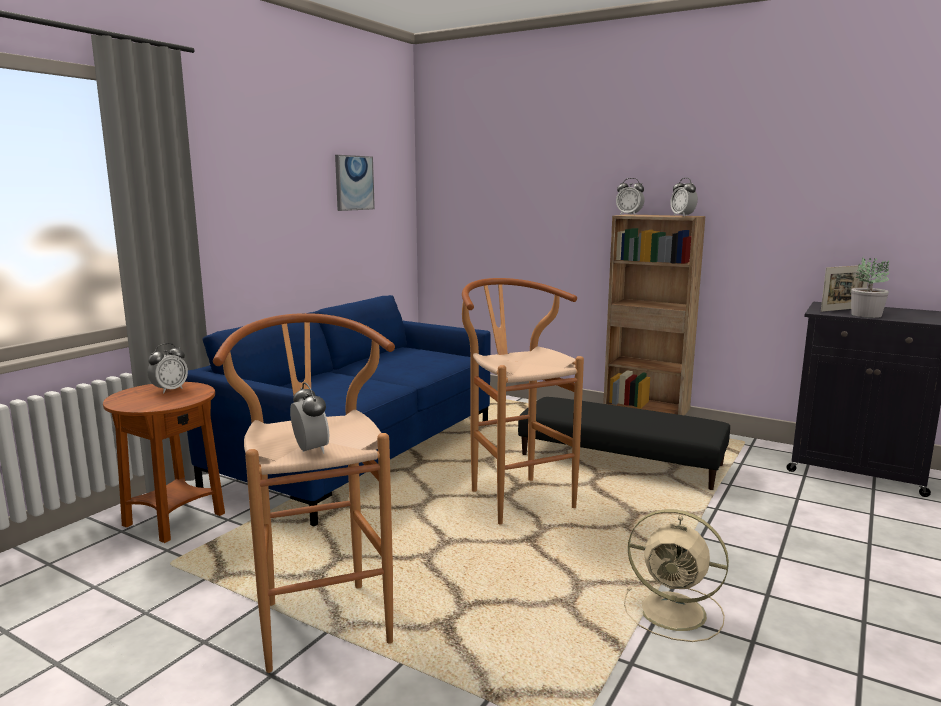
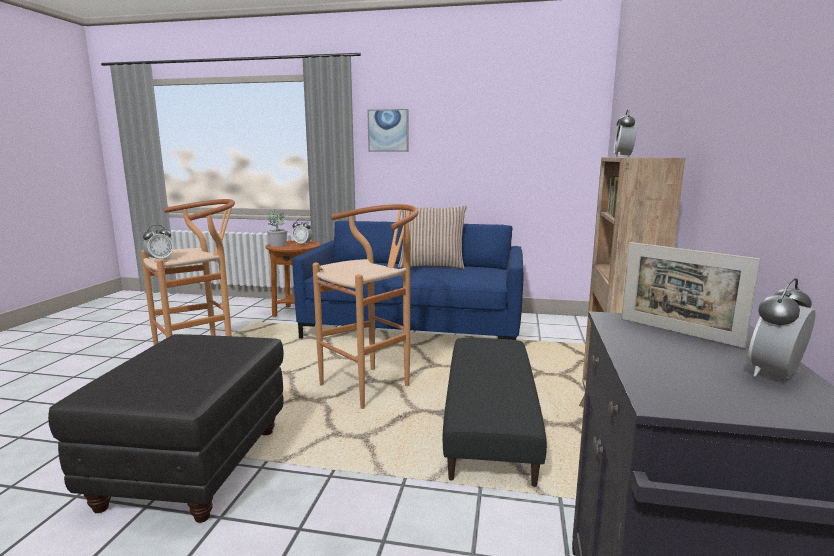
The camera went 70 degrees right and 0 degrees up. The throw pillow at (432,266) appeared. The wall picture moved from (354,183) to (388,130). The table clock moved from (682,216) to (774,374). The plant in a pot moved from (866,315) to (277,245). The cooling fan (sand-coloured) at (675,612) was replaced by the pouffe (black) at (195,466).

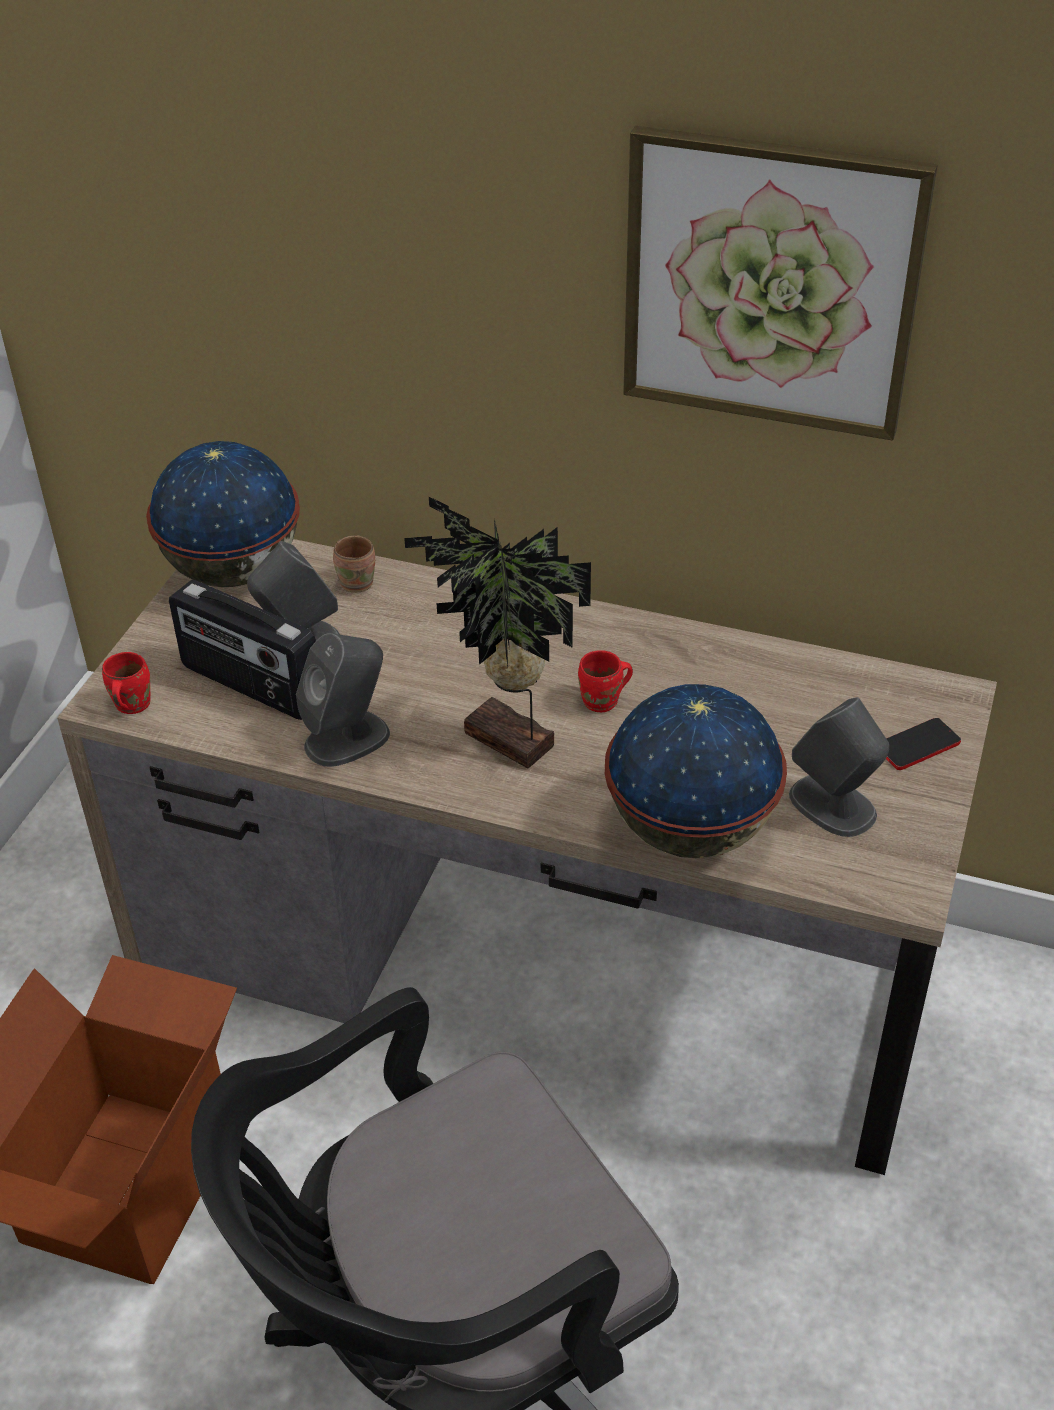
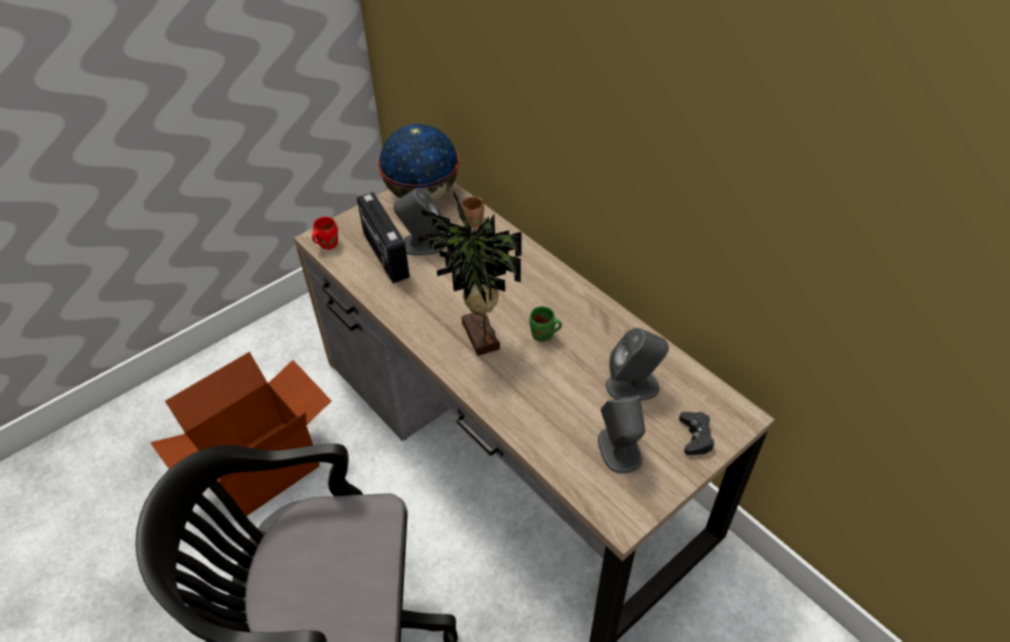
The camera went 30 degrees right and 5 degrees up. The desk globe at (691,830) disappeared. The wall picture at (770,284) disappeared. The speaker (greyish) moved from (348,739) to (633,386). The handset at (917,745) was replaced by the gamepad (black) at (695,436). The mug (reddish) at (603,702) became the mug (greenish) at (543,336).

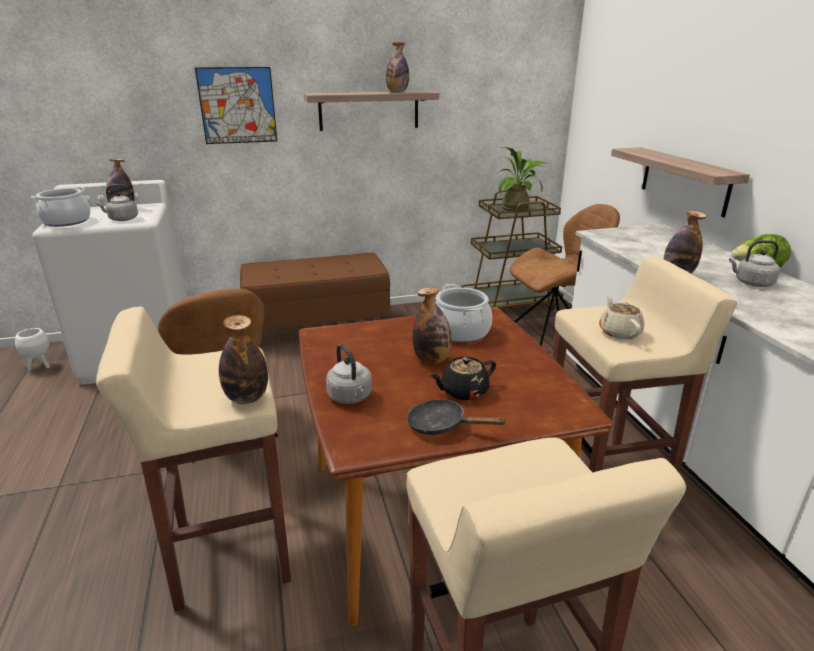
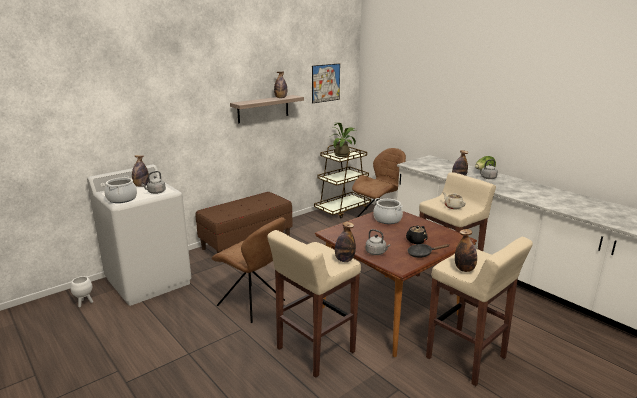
The camera went 25 degrees left and 5 degrees down. The shelf at (684,180) disappeared. The wall picture moved from (237,105) to (325,83). The drink bottle moved from (432,360) to (464,269).

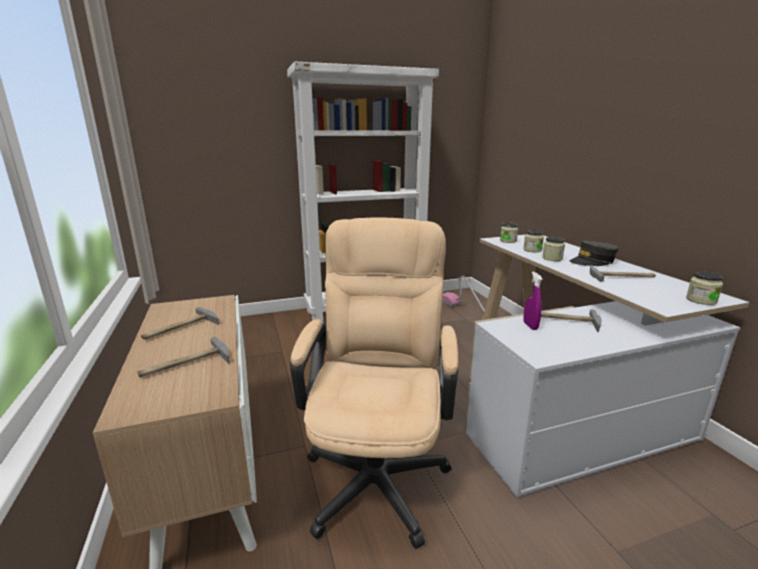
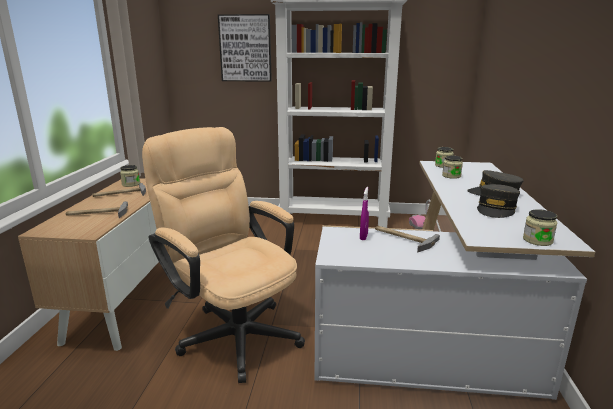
The camera went 25 degrees right and 0 degrees up. The wall picture at (245,48) appeared. The jar moved from (552,258) to (131,184). The hammer at (621,276) was replaced by the peaked cap (greyish) at (496,209). The computer chair (sand-coloured) at (378,469) turned 75 degrees counterclockwise.

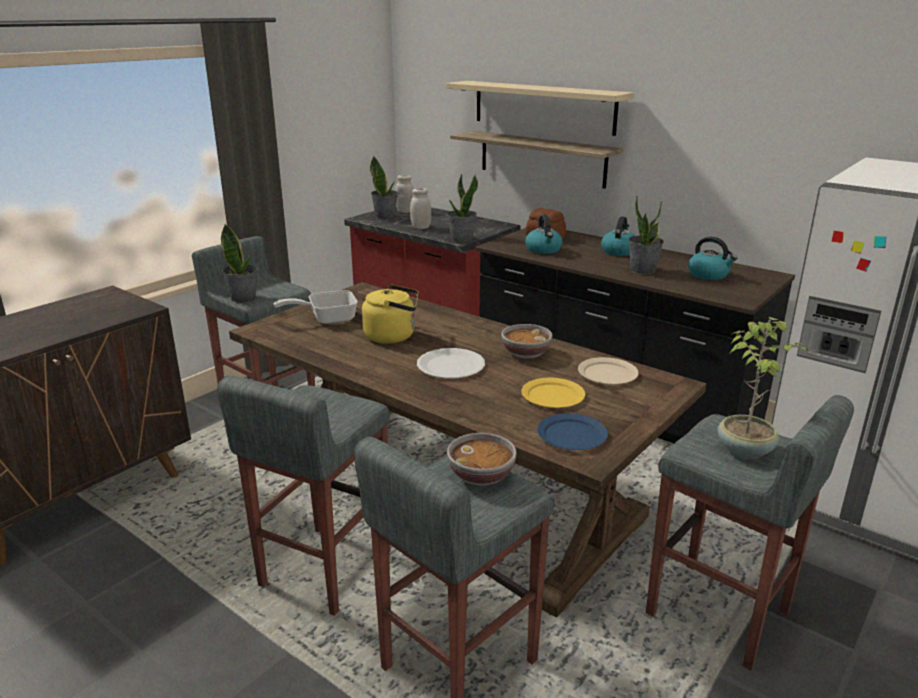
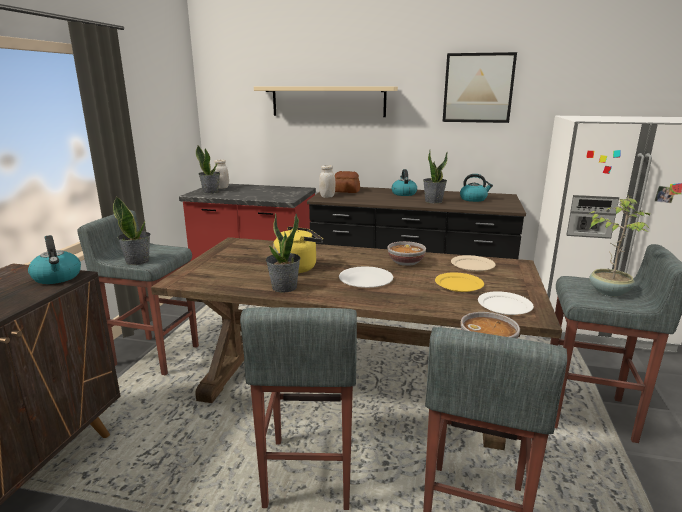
The camera went 25 degrees left and 5 degrees down. The skillet at (326,319) disappeared. The shelf at (542,158) disappeared. The wall picture at (478,88) appeared. The jar (white-coloured) moved from (421,227) to (327,196). The plant in a pot moved from (461,240) to (284,287). The kettle moved from (543,250) to (57,277). The dinner plate (blue) at (571,435) became the dinner plate (white-coloured) at (504,305).

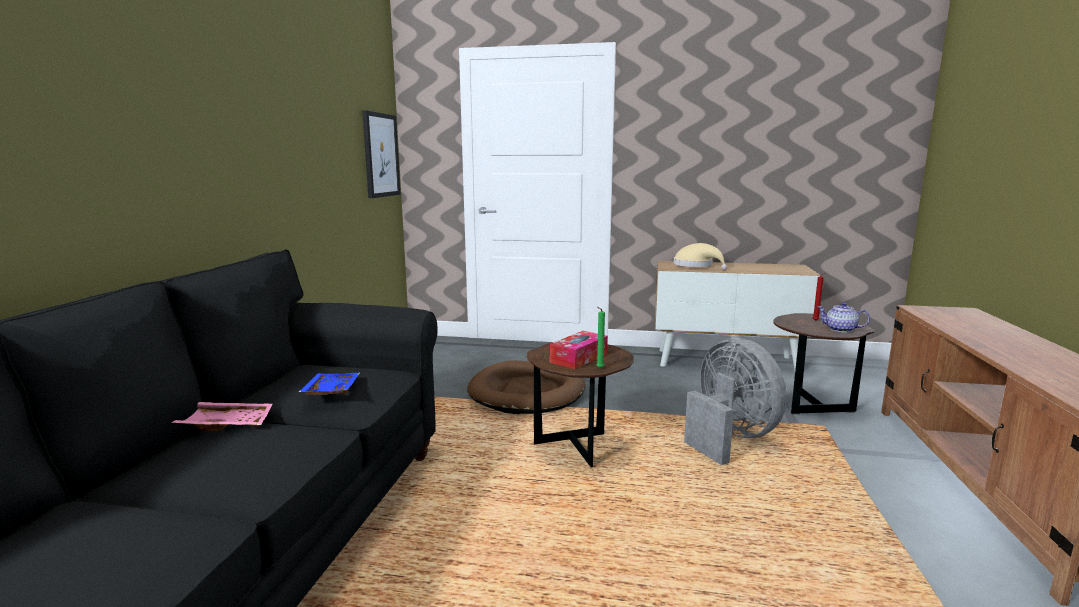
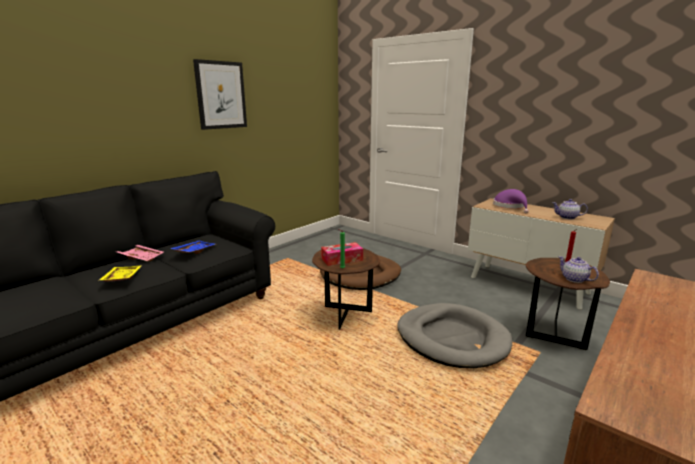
The camera went 30 degrees right and 5 degrees up. The tray (yellowish) at (121,278) appeared. The tea pot at (567,217) appeared. The wall picture moved from (380,155) to (221,95). The cooling fan (greyish) at (729,438) was replaced by the pet bed (greyish) at (452,338). The wearable hat (sand-coloured) at (696,266) became the wearable hat (purplish) at (510,206).

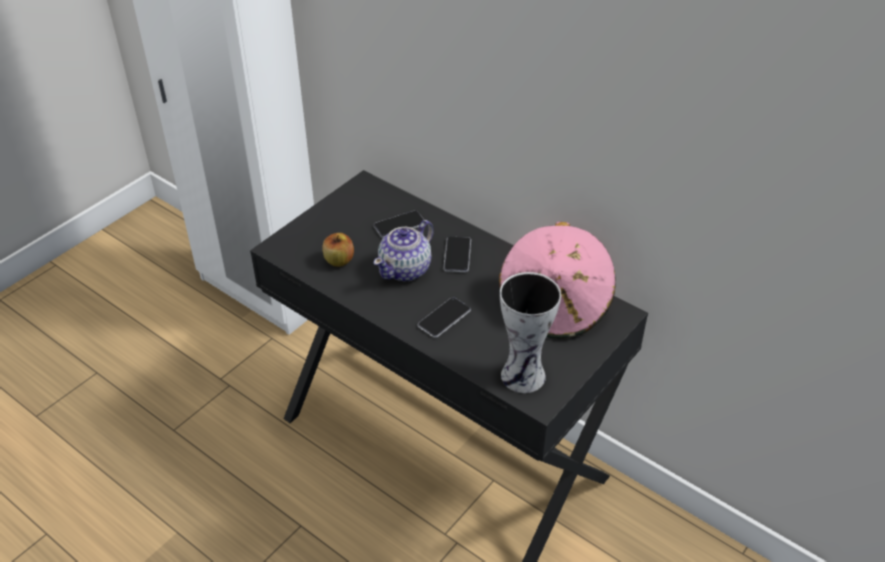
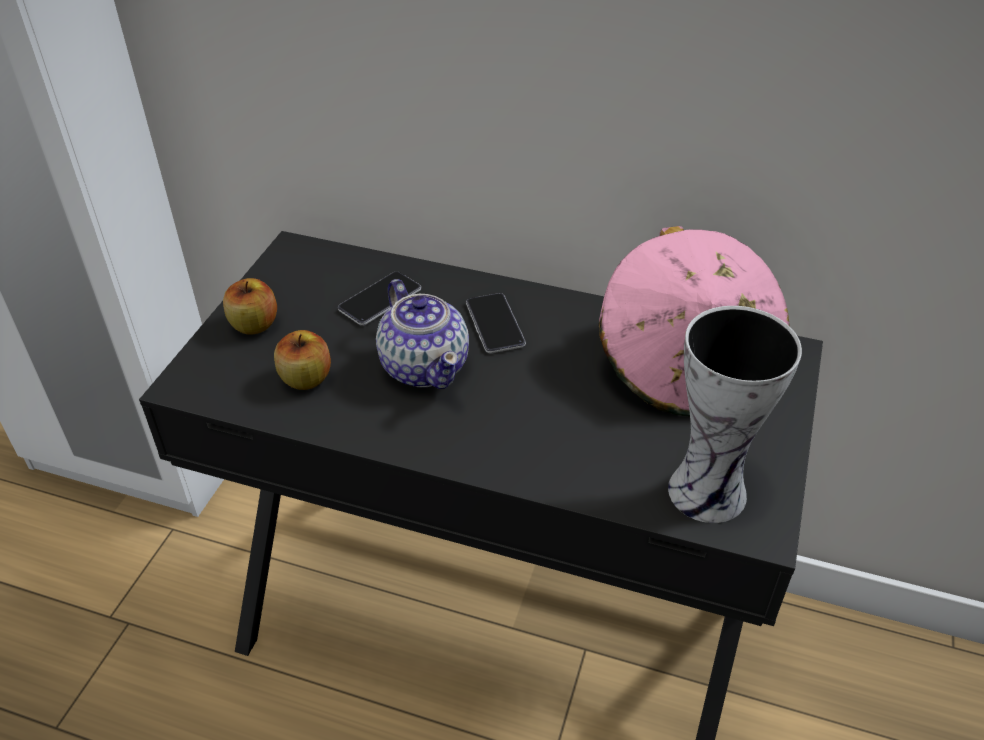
The camera went 20 degrees left and 0 degrees up. The handset at (444,318) disappeared. The apple at (254,325) appeared. The tea pot at (406,269) turned 45 degrees counterclockwise.

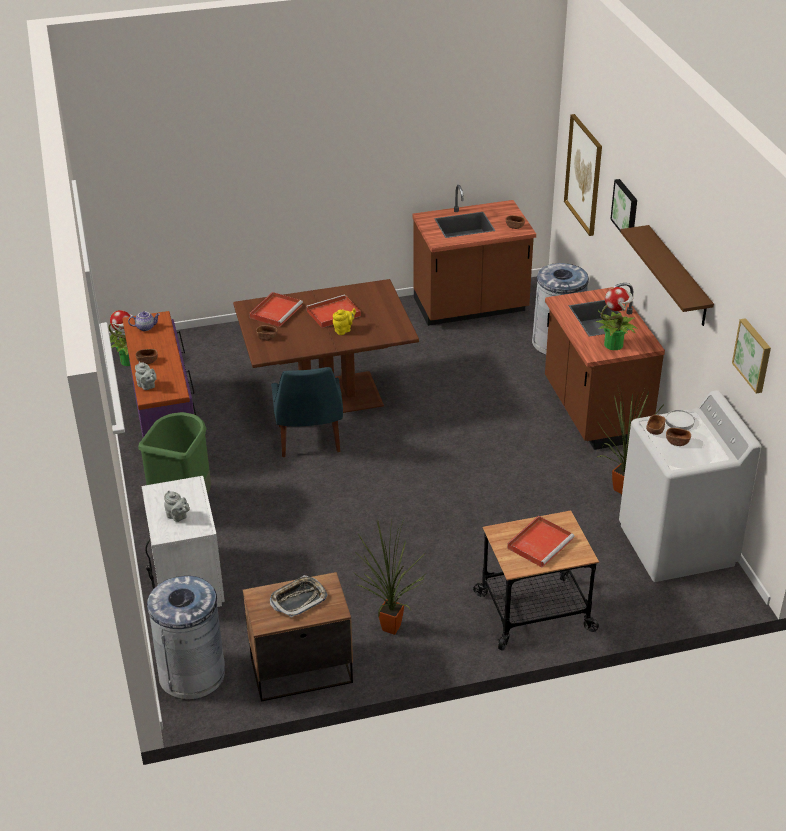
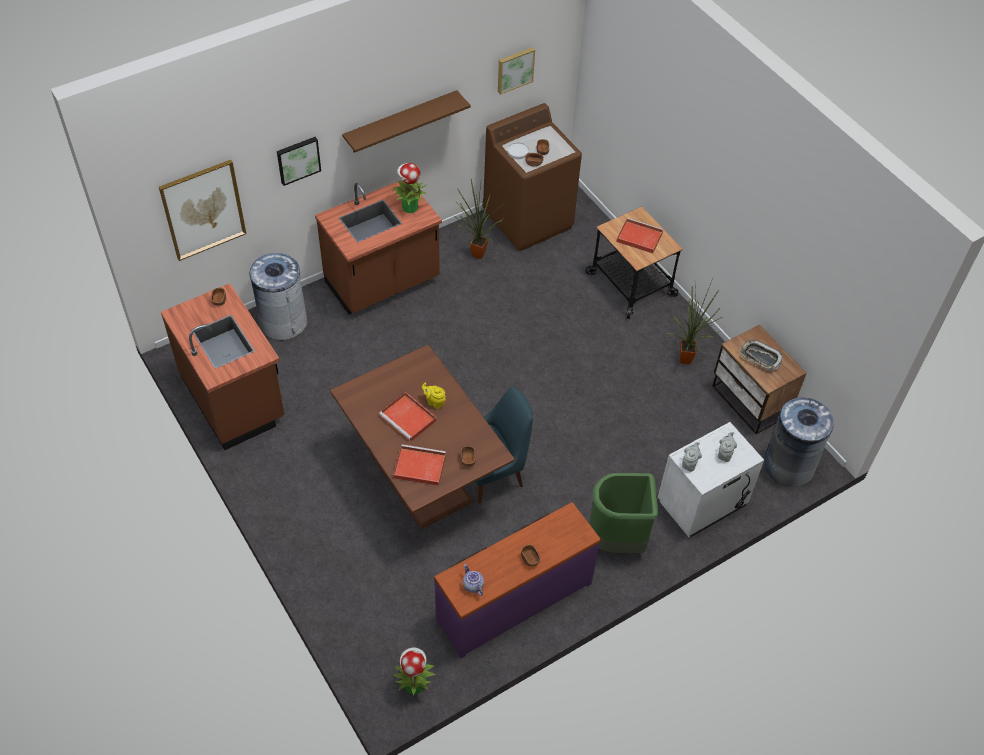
The camera went 110 degrees left and 15 degrees up. The tea pot (greyish) moved from (147,386) to (689,463). The laundry appliance (white-coloured) at (677,545) became the laundry appliance (brownish) at (528,219).

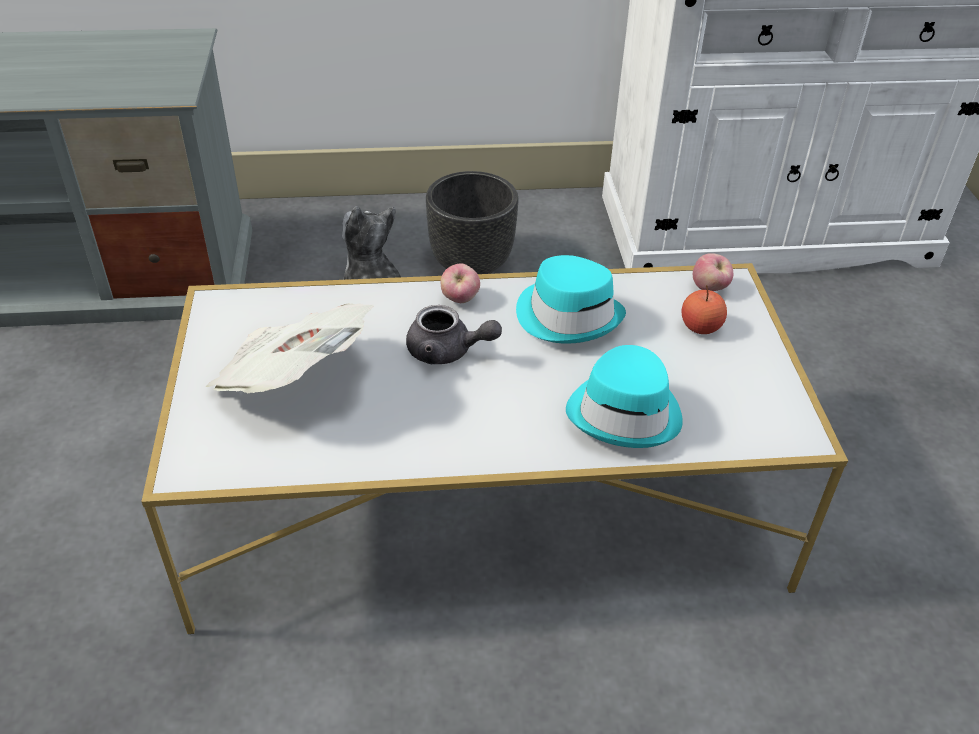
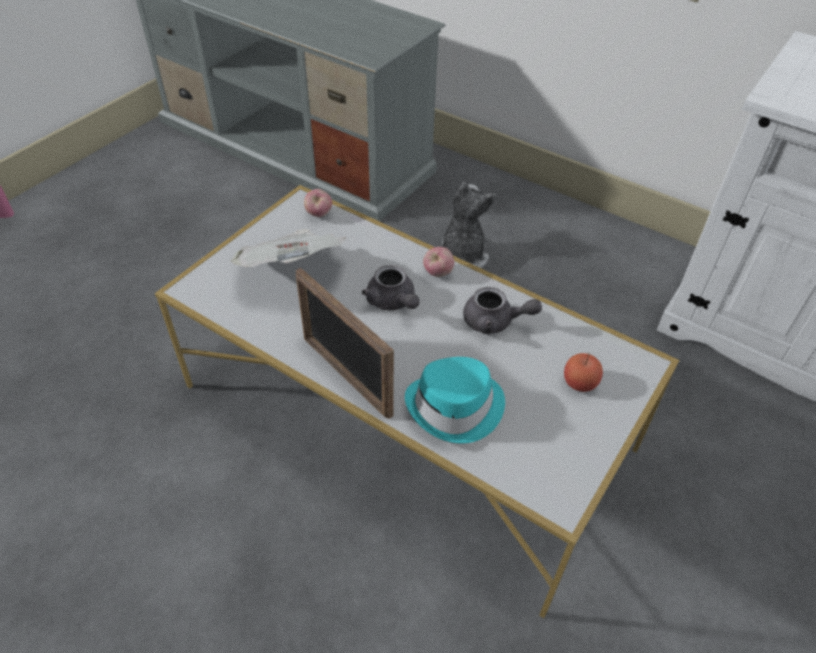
The camera went 40 degrees right and 5 degrees up. The planter (black) at (472,263) disappeared. The photo frame at (346,376) appeared. The apple moved from (709,288) to (319,214). The wearable hat (turquoise-coloured) at (568,315) was replaced by the tea pot (greyish) at (495,322).

